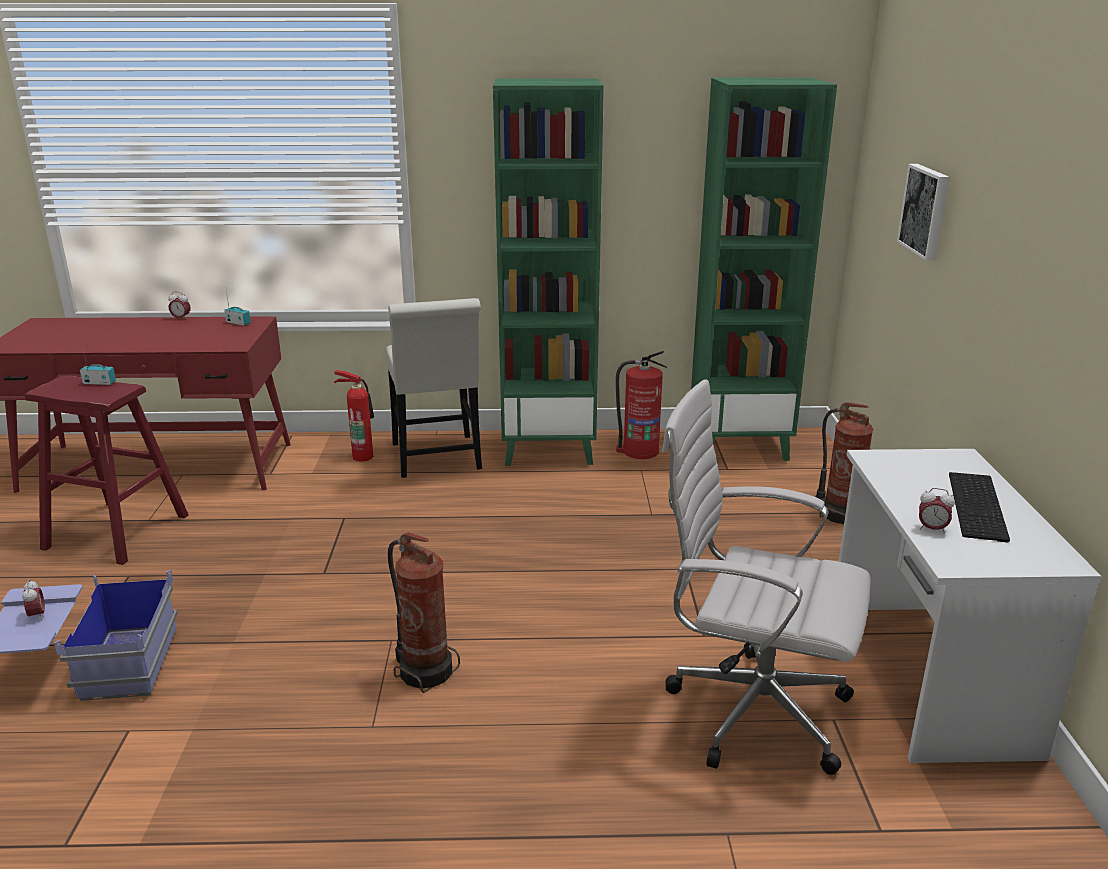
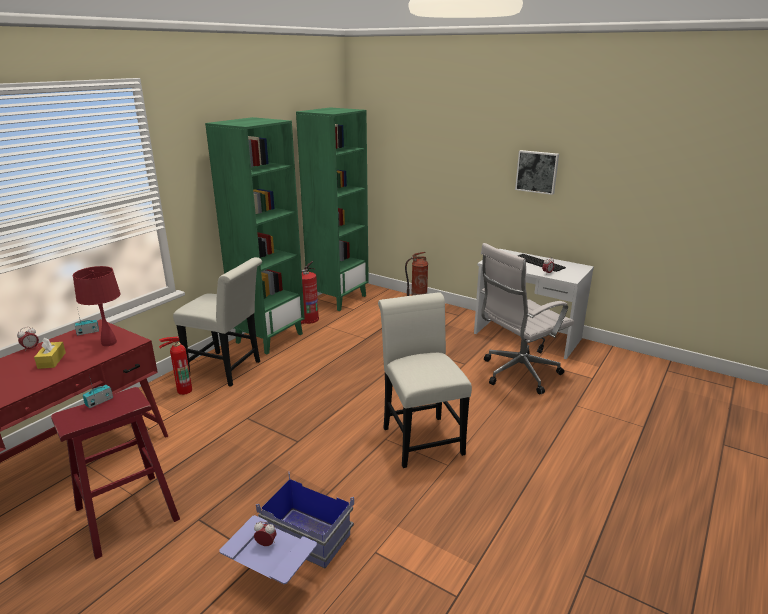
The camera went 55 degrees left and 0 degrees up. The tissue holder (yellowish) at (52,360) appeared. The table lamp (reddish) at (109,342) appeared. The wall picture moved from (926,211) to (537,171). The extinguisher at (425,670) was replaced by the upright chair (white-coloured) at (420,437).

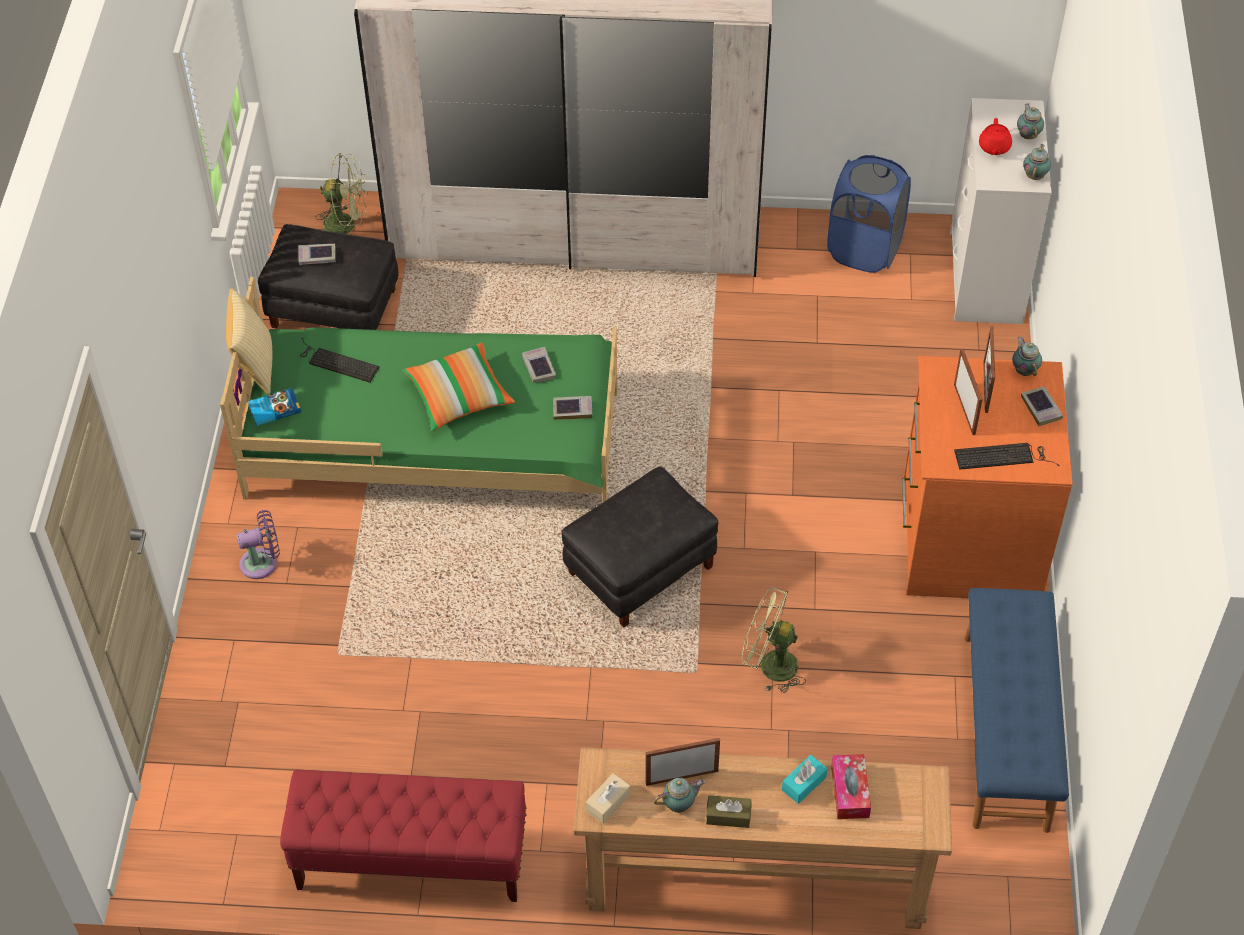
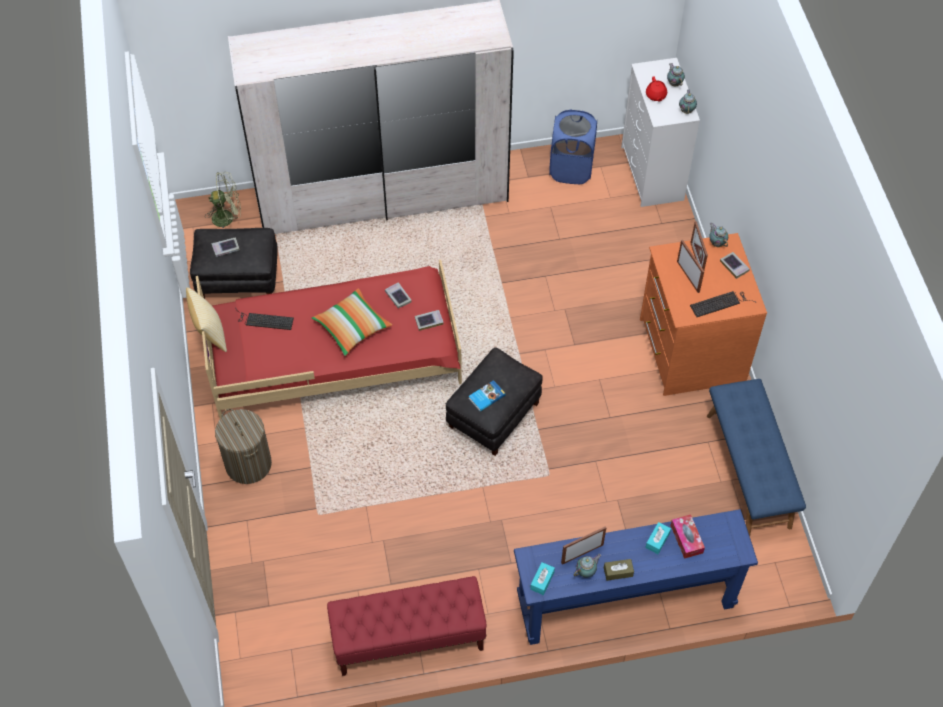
The camera went 15 degrees left and 5 degrees up. The cooling fan (greenish) at (769,665) disappeared. The bound book moved from (274,408) to (486,396). The cooling fan (purplish) at (262,563) was replaced by the washing basket at (248,464). The bedroom bed (greenish) at (436,441) became the bedroom bed (reddish) at (335,356). The console table (brownish) at (755,880) became the console table (blue) at (625,601). The tissue holder (sand-coloured) at (608,802) became the tissue holder (turquoise-coloured) at (542,581).

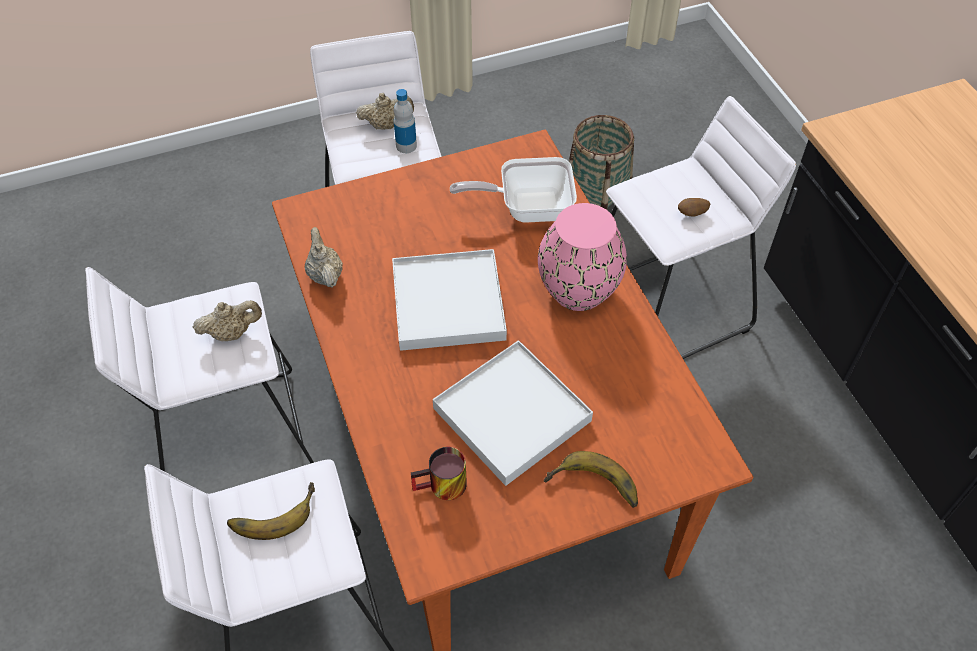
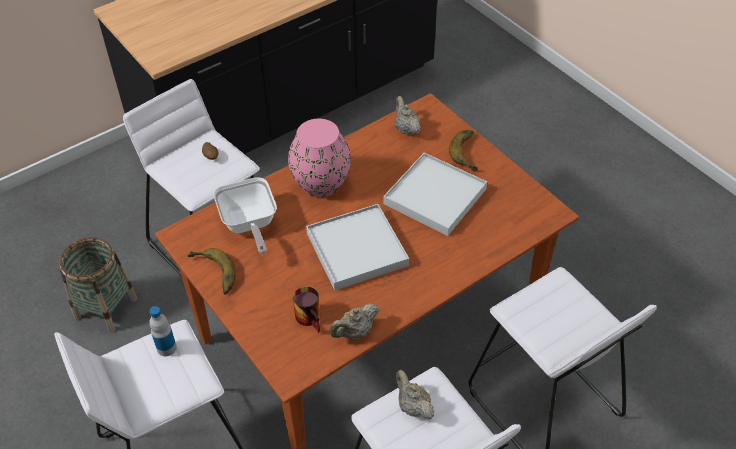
The camera went 105 degrees left and 5 degrees down. The banana moved from (272,511) to (212,274). The tea pot (sand-coloured) moved from (386,125) to (406,129). The mug moved from (442,488) to (312,318).

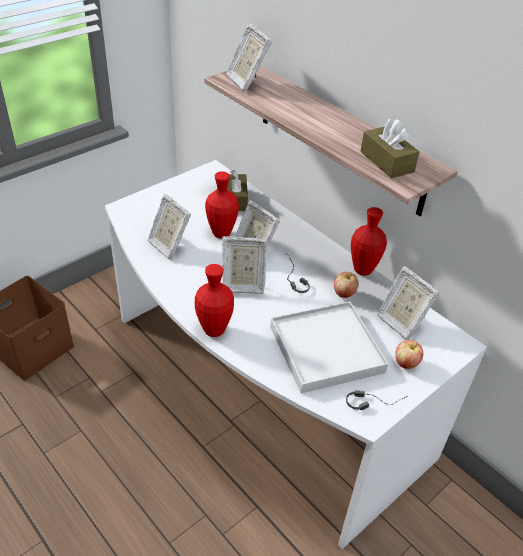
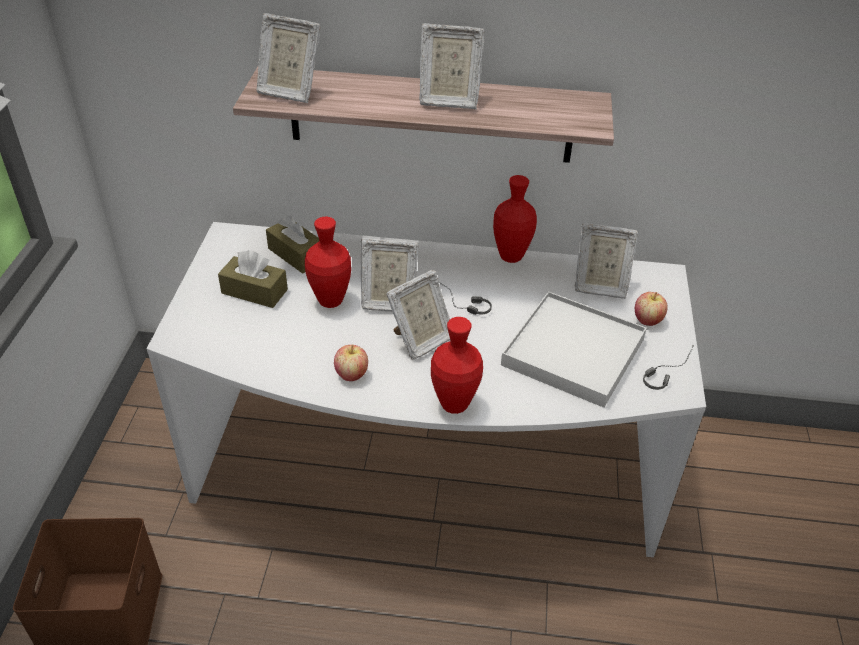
The camera went 40 degrees left and 0 degrees up. The photo frame moved from (169,245) to (448,100). The apple moved from (344,293) to (351,374). The tissue holder (brownish) moved from (386,162) to (254,291).

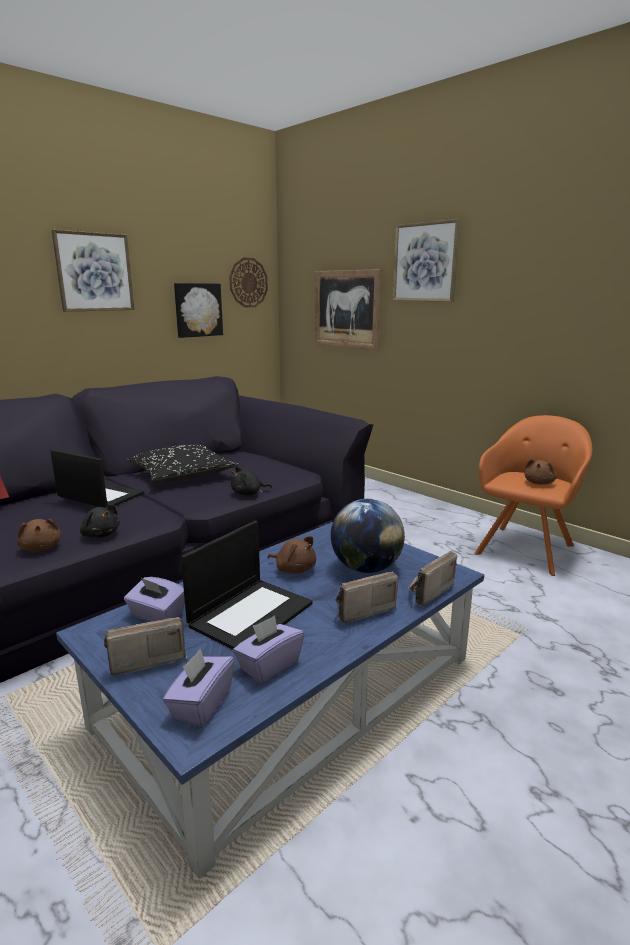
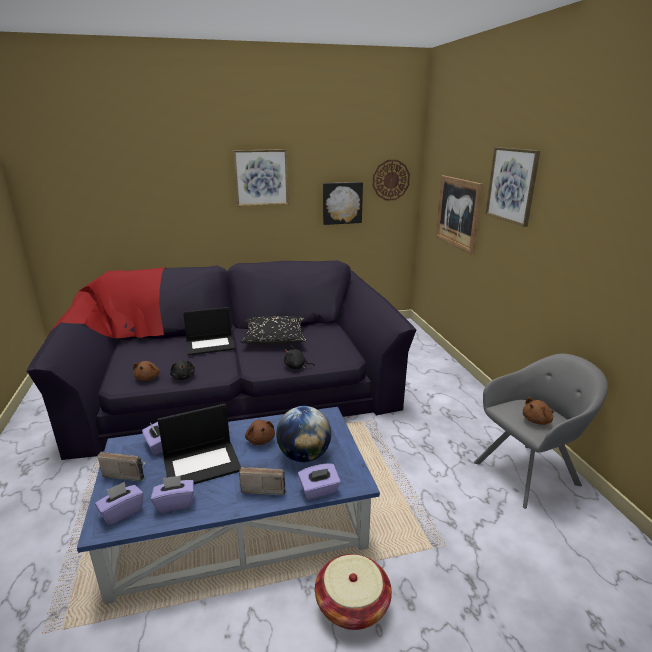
The camera went 30 degrees right and 5 degrees up. The basket at (352,605) appeared. The radio set at (426,592) was replaced by the tissue holder (purplish) at (319,491). The armchair (orangey) at (526,547) became the armchair (greyish) at (529,472). The portable computer at (99,495) turned 105 degrees clockwise.

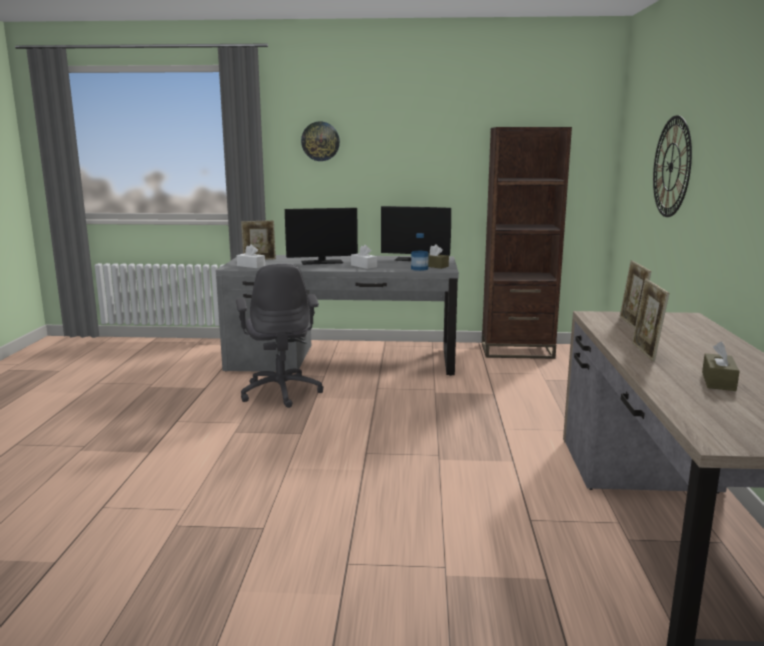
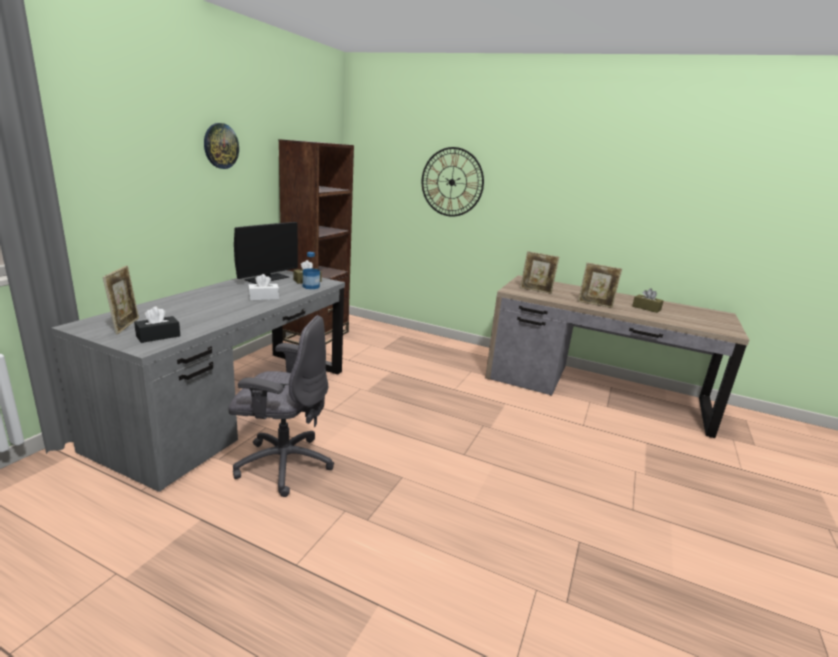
The camera went 70 degrees left and 5 degrees up. The computer display at (322,262) disappeared. The wall clock moved from (320,141) to (220,146). The tissue holder (white-coloured) at (251,266) became the tissue holder (black) at (158,336).

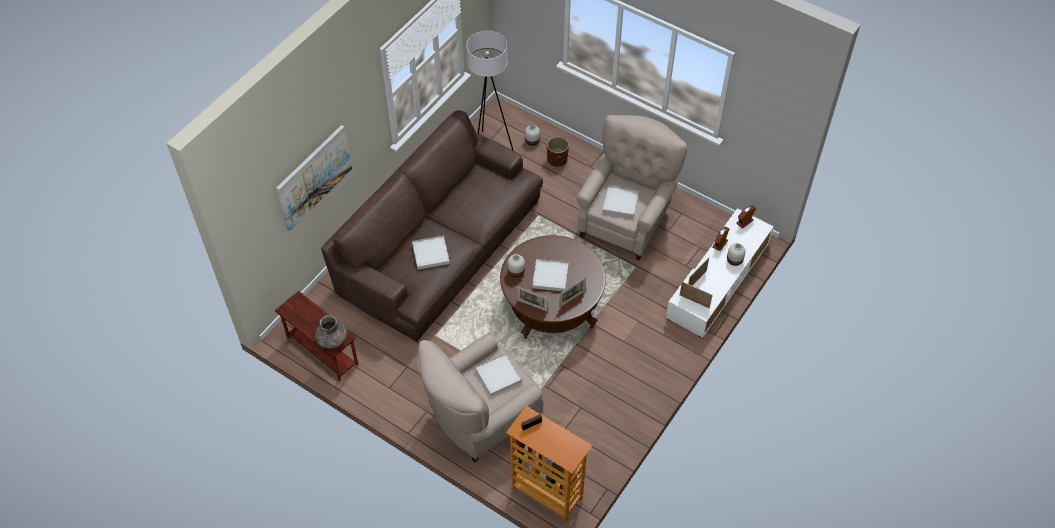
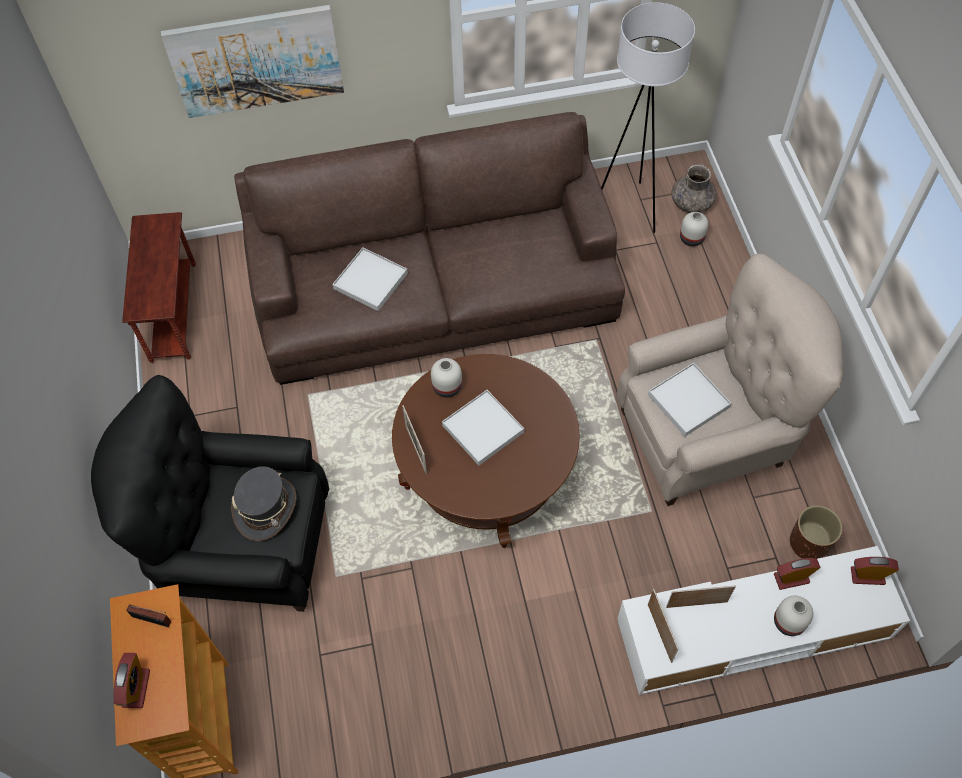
The camera went 45 degrees right and 5 degrees up. The photo frame at (572,299) disappeared. The table clock at (136,688) appeared. The vase (greyish) moved from (332,340) to (691,203). The planter (brownish) moved from (557,159) to (808,543). The tray (white-coloured) at (498,375) was replaced by the wearable hat (greyish) at (266,508). The armchair (sand-coloured) at (481,418) became the armchair (black) at (242,547).

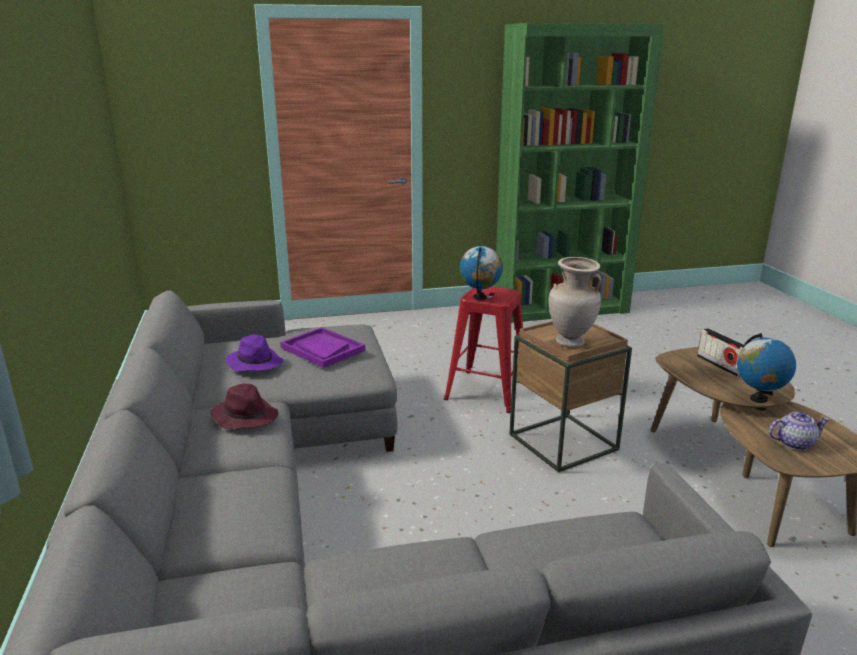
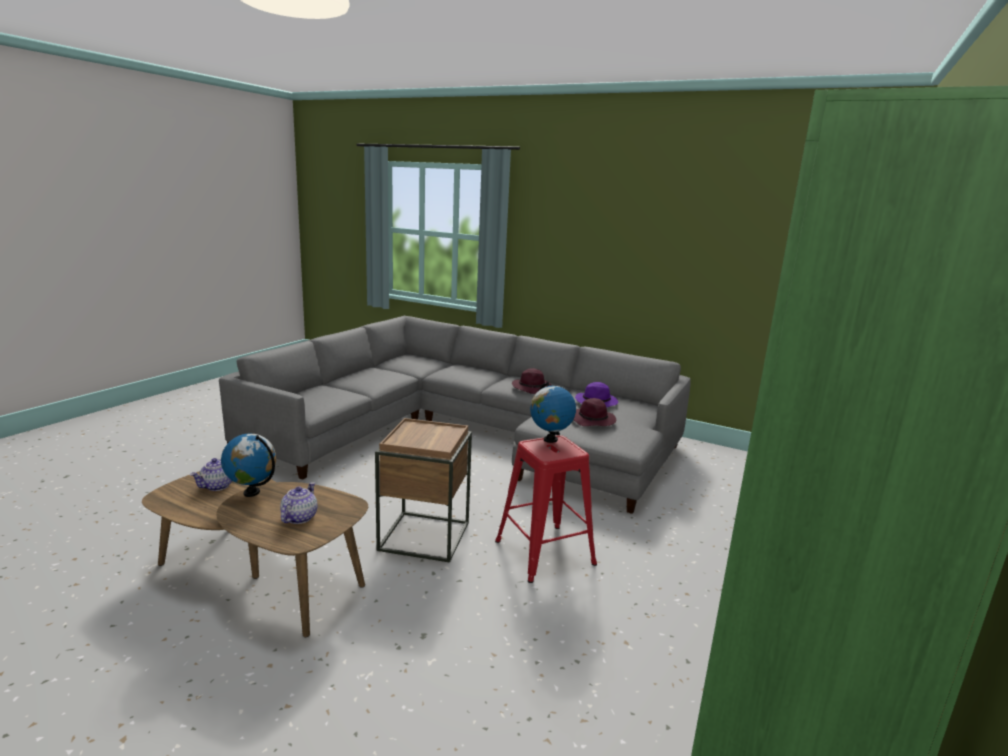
The camera went 130 degrees right and 5 degrees down. The vase (sand-coloured) at (570,343) disappeared. The tray (purplish) at (322,349) was replaced by the wearable hat (purplish) at (593,420). The radio set at (720,365) was replaced by the tea pot at (299,517).

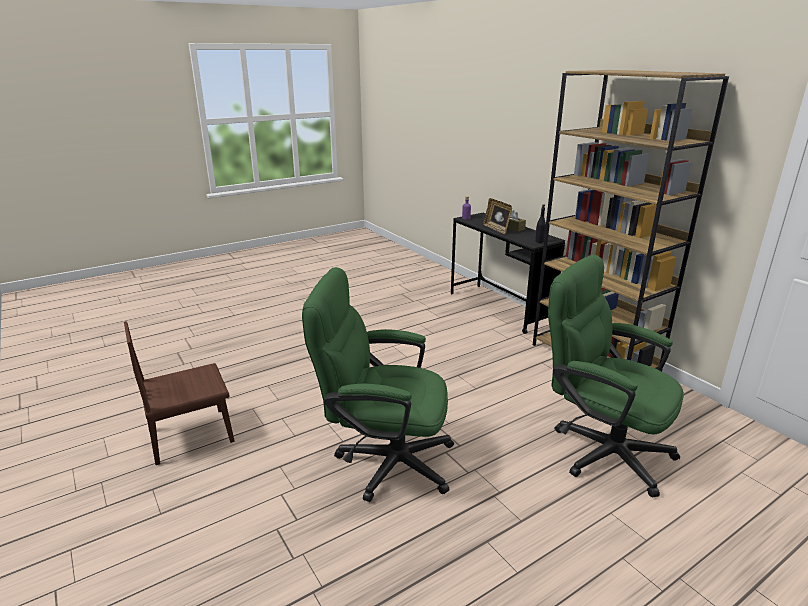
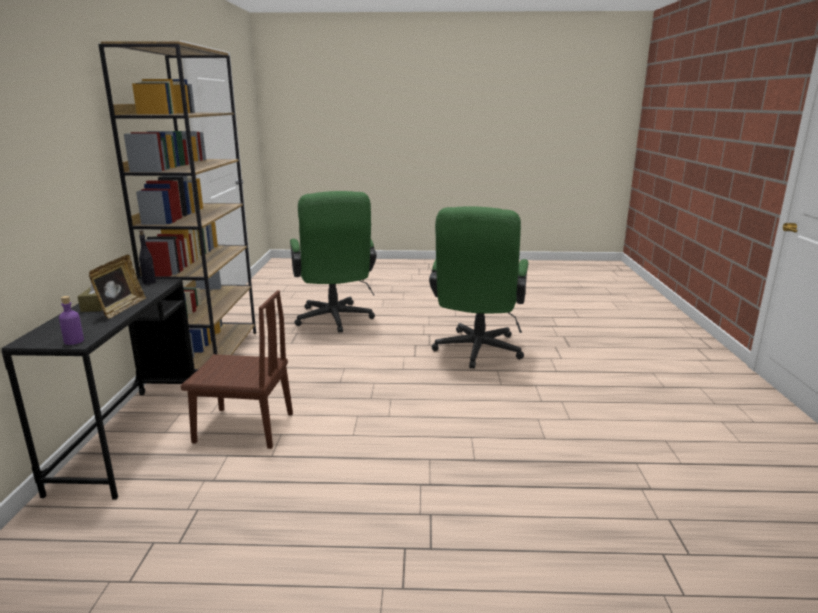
The camera went 145 degrees left and 5 degrees down. The upright chair (brownish) moved from (191,435) to (244,427). The computer chair (greenish) at (384,461) turned 60 degrees clockwise.

